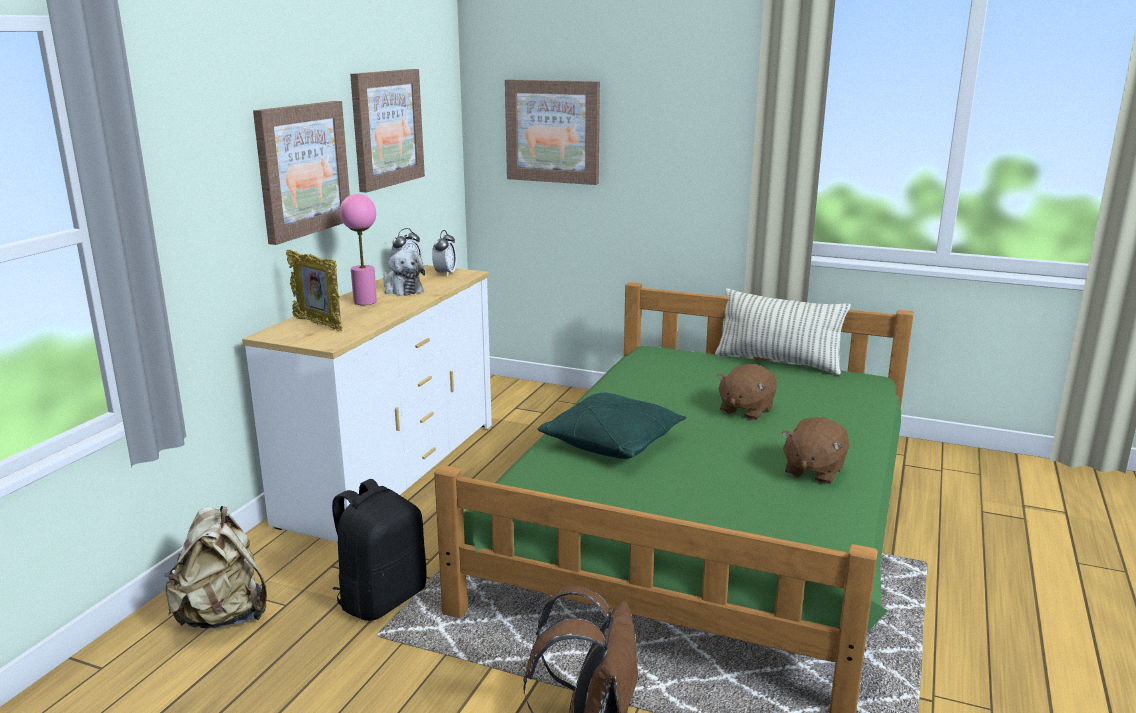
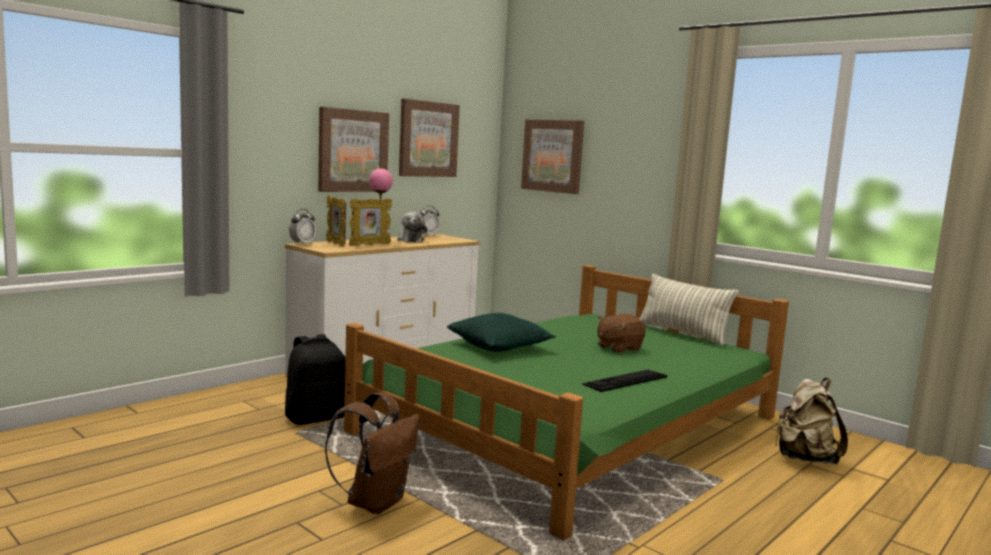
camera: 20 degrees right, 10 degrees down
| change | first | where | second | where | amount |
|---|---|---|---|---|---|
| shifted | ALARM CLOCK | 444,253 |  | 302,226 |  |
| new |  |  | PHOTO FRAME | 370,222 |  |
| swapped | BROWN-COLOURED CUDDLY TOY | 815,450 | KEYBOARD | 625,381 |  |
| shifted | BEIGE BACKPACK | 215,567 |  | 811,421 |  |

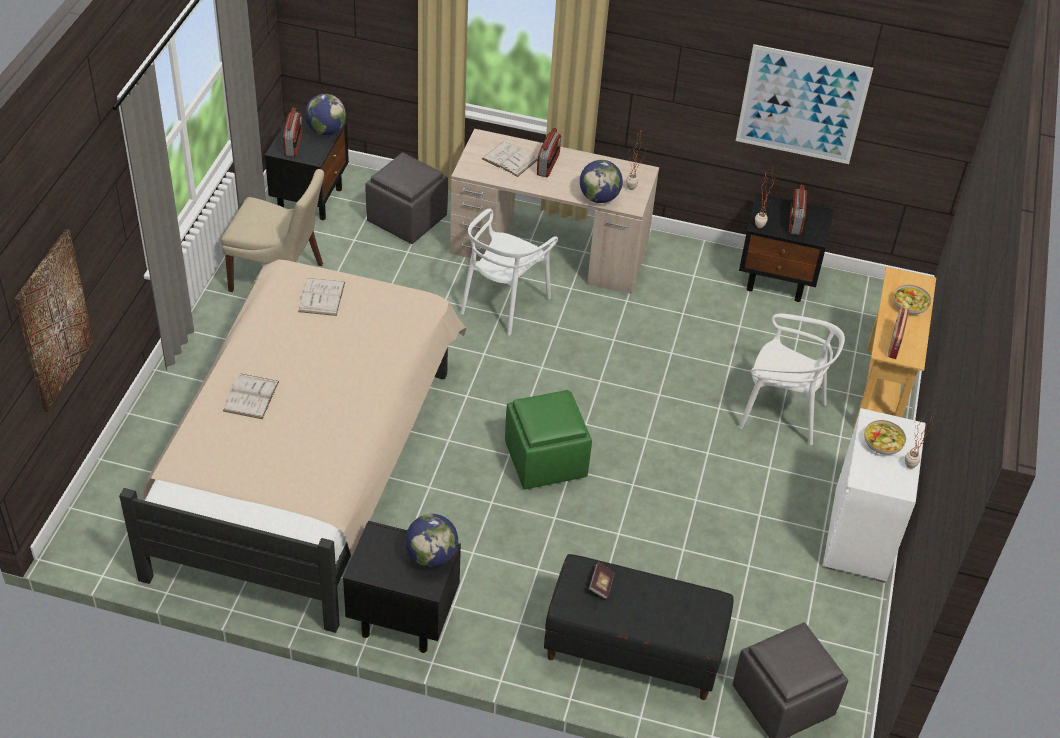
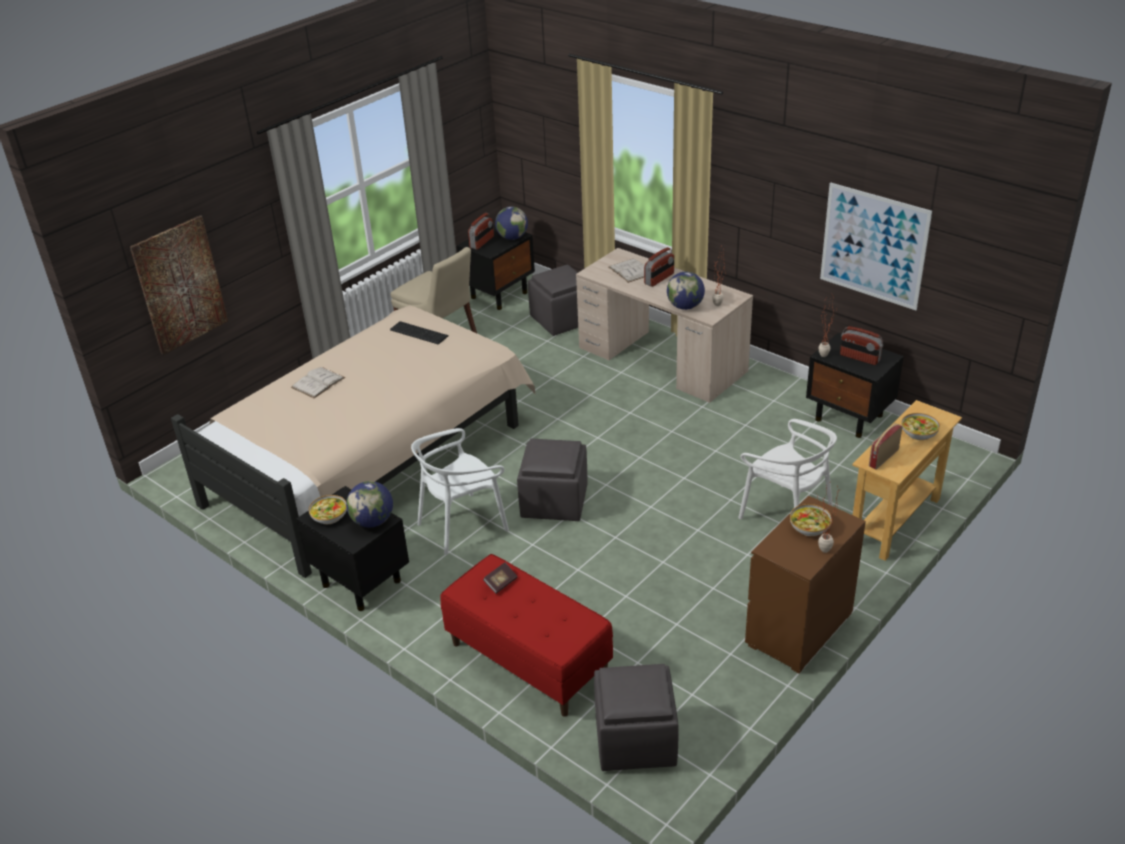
camera: 30 degrees right, 10 degrees down
| change | first | where | second | where | amount |
|---|---|---|---|---|---|
| new |  |  | BOWL | 328,509 |  |
| swapped | WHITISH BOUND BOOK | 321,297 | KEYBOARD | 419,333 |  |
| shifted | WHITISH CHAIR | 509,272 |  | 460,491 |  |
| repainted | BLACK LONG SEAT | 639,627 | RED LONG SEAT | 526,635 |  |
| repainted | GREEN-COLOURED FOOTREST | 548,439 | GREY FOOTREST | 552,479 |  |
| repainted | WHITISH CHEST OF DRAWERS | 874,495 | BROWN-COLOURED CHEST OF DRAWERS | 805,584 |  |
| rotated | RADIO | 798,210 |  | 861,345 | 90 degrees counterclockwise |

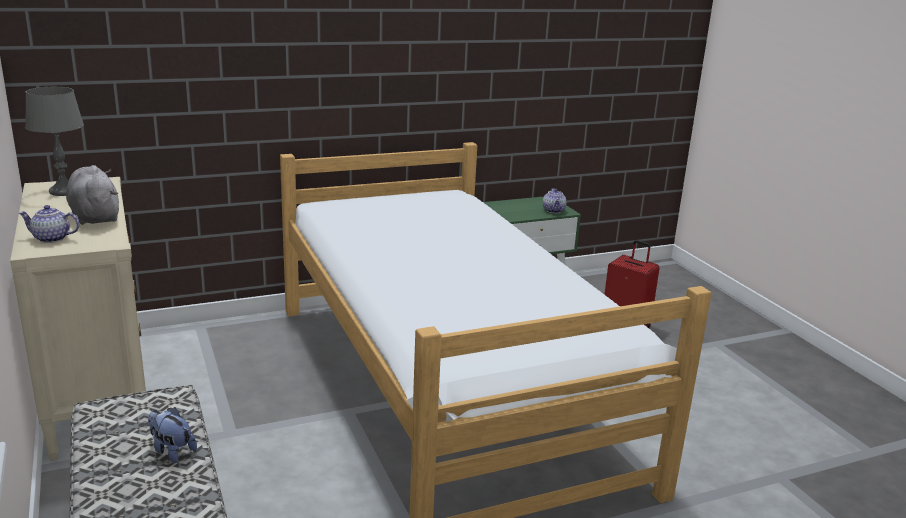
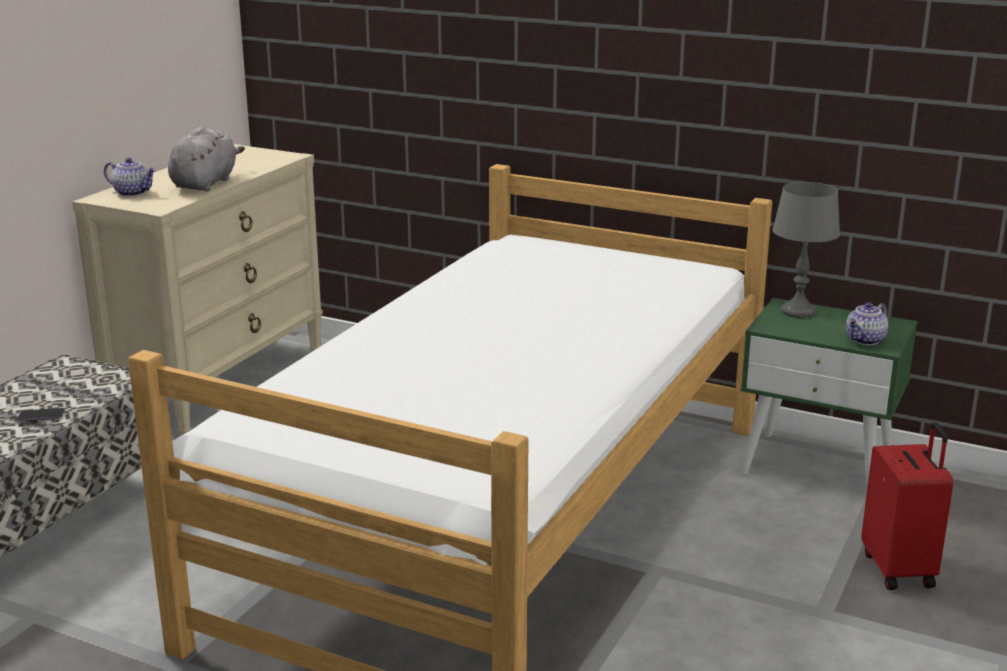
camera: 50 degrees right, 0 degrees up
| change | first | where | second | where | amount |
|---|---|---|---|---|---|
| swapped | CUDDLY TOY | 172,435 | TELEPHONE | 41,414 |  |
| rotated | TEA POT | 49,224 |  | 130,177 | 150 degrees clockwise |
| shifted | GREY TABLE LAMP | 54,141 |  | 806,250 |  |

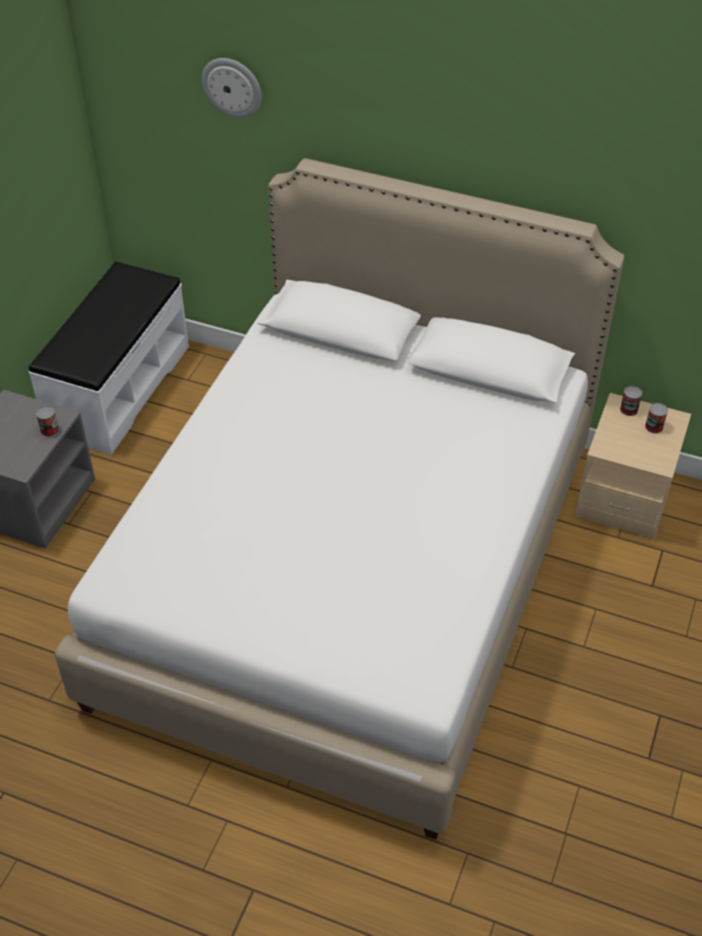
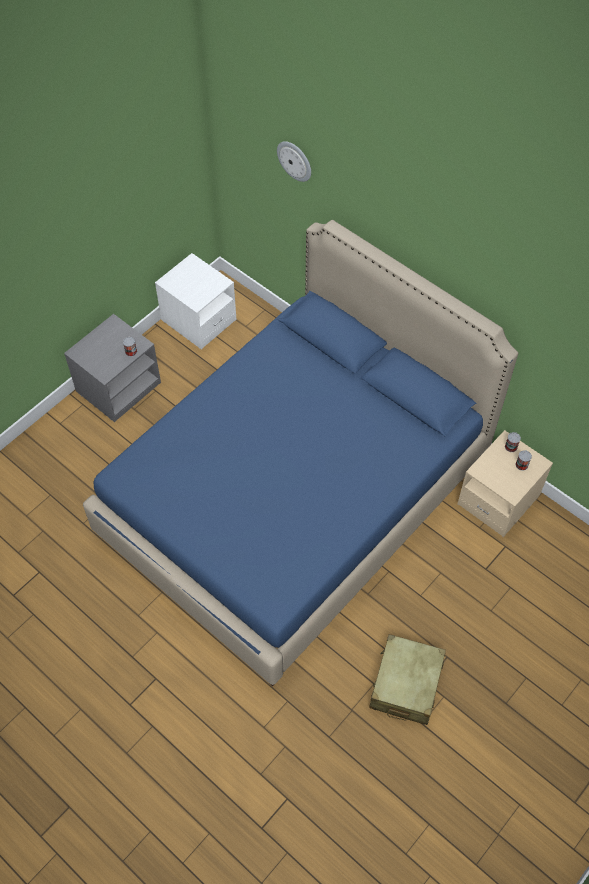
camera: 20 degrees right, 10 degrees up
| change | first | where | second | where | amount |
|---|---|---|---|---|---|
| repainted | WHITISH BED | 339,499 | BLUE BED | 300,453 |  |
| swapped | WHITISH LONG SEAT | 109,358 | WHITISH NIGHTSTAND | 196,301 |  |
| new |  |  | BEIGE TRAVEL CASE | 407,679 |  |

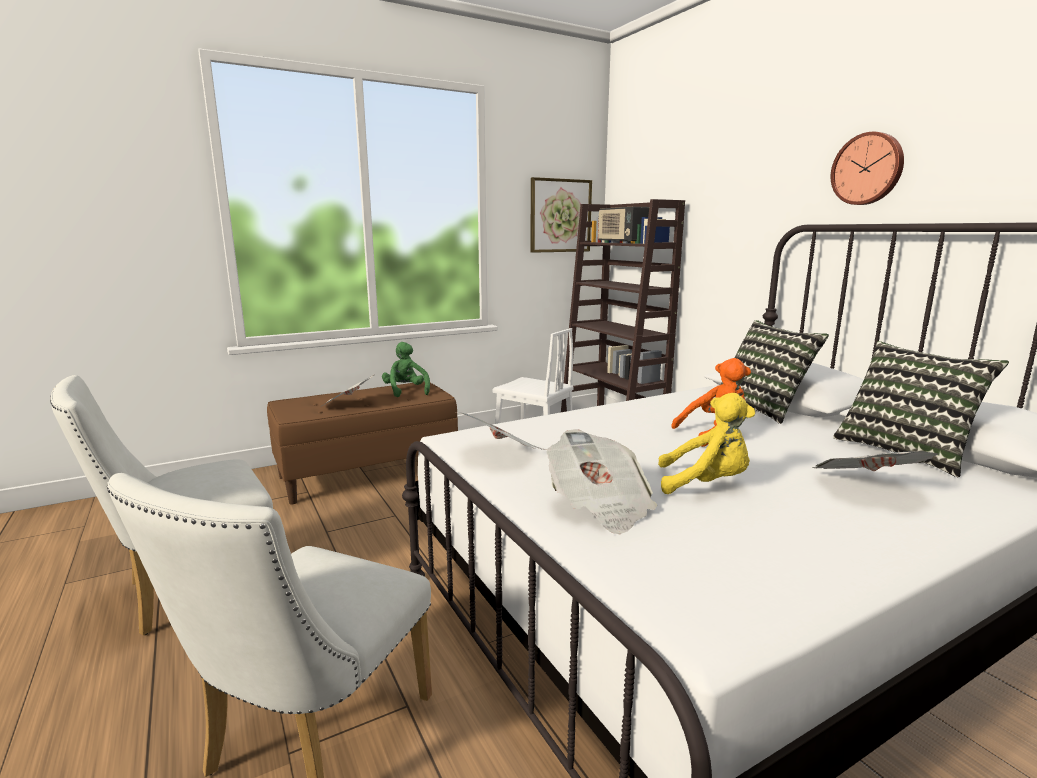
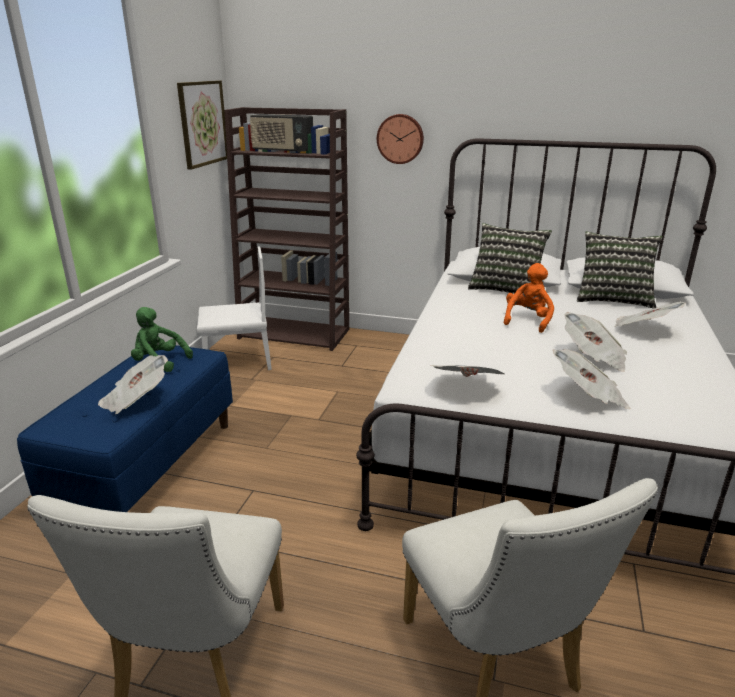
camera: 45 degrees left, 10 degrees up
| change | first | where | second | where | amount |
|---|---|---|---|---|---|
| repainted | BROWN-COLOURED LONG SEAT | 362,442 | BLUE LONG SEAT | 125,428 |  |
| shifted | WALL CLOCK | 867,168 |  | 400,139 |  |
| swapped | YELLOWISH CUDDLY TOY | 706,443 | PRINTED PAPER | 595,342 |  |

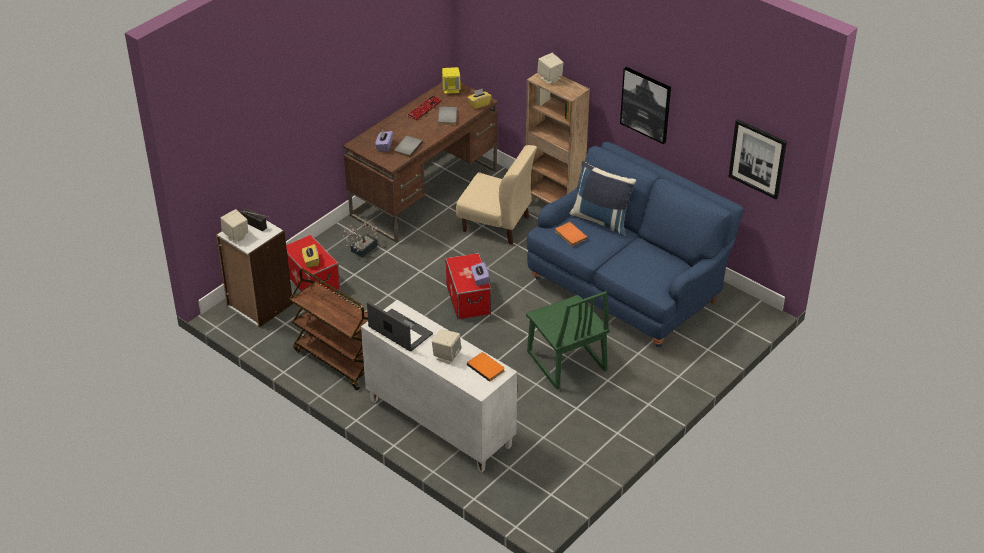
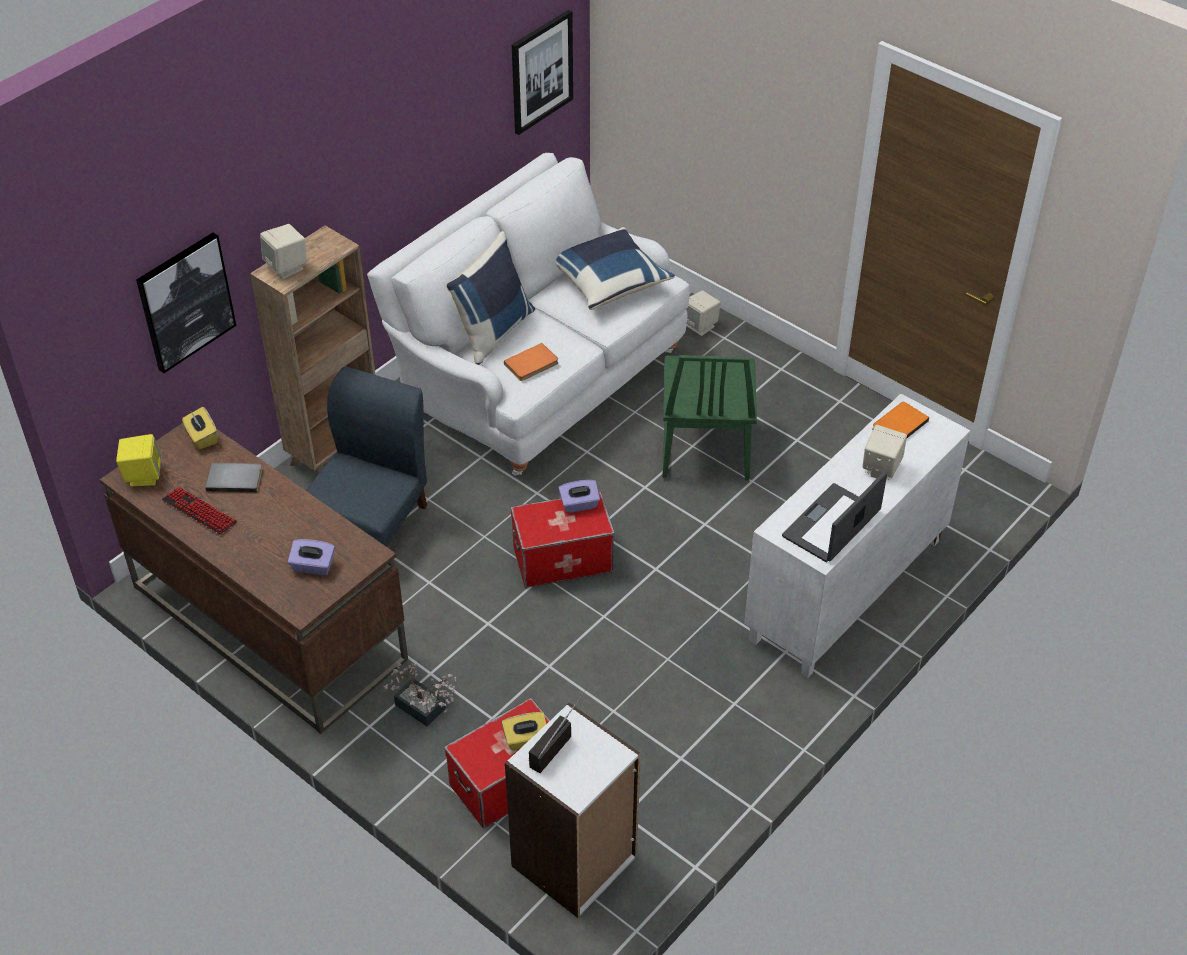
camera: 90 degrees left, 5 degrees up
| change | first | where | second | where | amount |
|---|---|---|---|---|---|
| shifted | WALL ART | 645,105 |  | 186,303 |  |
| repainted | BEIGE CHAIR | 496,195 | BLUE CHAIR | 366,456 |  |
| repainted | BLUE SETTEE | 635,244 | WHITISH SETTEE | 528,314 |  |
| new |  |  | BLUE PILLOW | 615,268 |  |
| rotated | GREEN-COLOURED CHAIR | 568,340 |  | 710,418 | 120 degrees clockwise |
| shifted | BEIGE LOUDSPEAKER | 234,226 |  | 703,313 |  |
| gone | BROWN-COLOURED CART | 328,329 |  |  |  |
| gone | GREY BOUND BOOK | 408,147 |  |  |  |

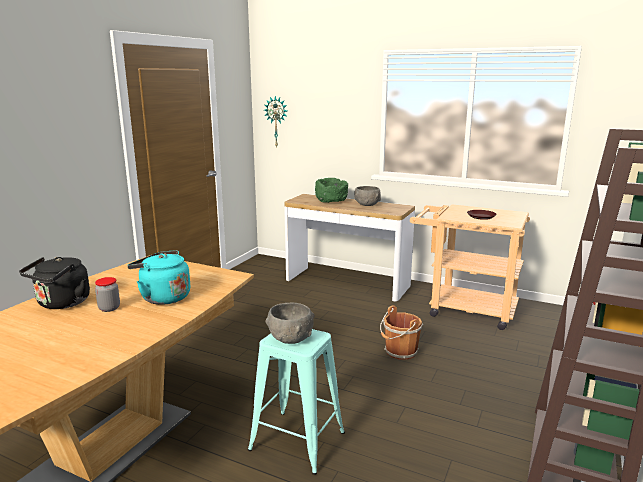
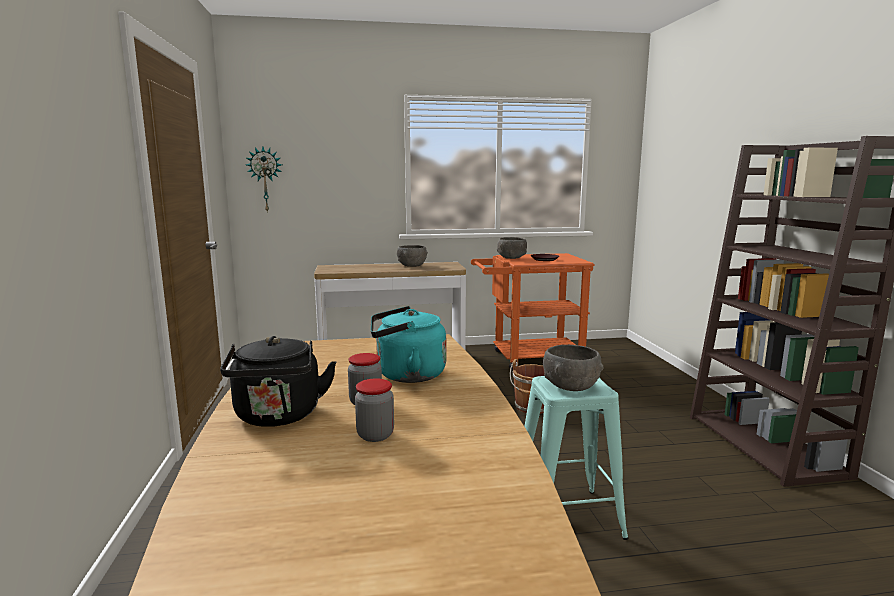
camera: 35 degrees left, 5 degrees down
| change | first | where | second | where | amount |
|---|---|---|---|---|---|
| new |  |  | STORAGE JAR | 374,410 |  |
| repainted | BEIGE CART | 470,267 | ORANGE-COLOURED CART | 532,312 |  |
| new |  |  | GREY BOWL | 512,248 |  |
| gone | GREEN-COLOURED BOWL | 331,190 |  |  |  |

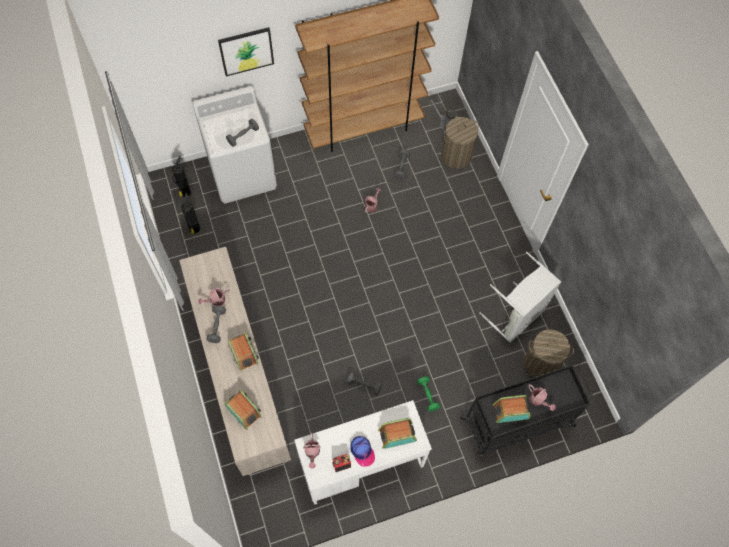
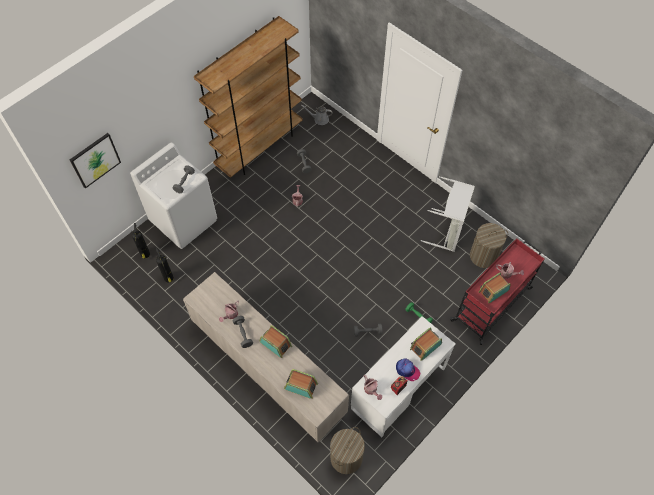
camera: 25 degrees left, 5 degrees down
| change | first | where | second | where | amount |
|---|---|---|---|---|---|
| shifted | WALL ART | 246,51 |  | 95,161 |  |
| shifted | LAUNDRY BASKET | 460,143 |  | 347,450 |  |
| repainted | BLACK CART | 526,413 | RED CART | 497,291 |  |

